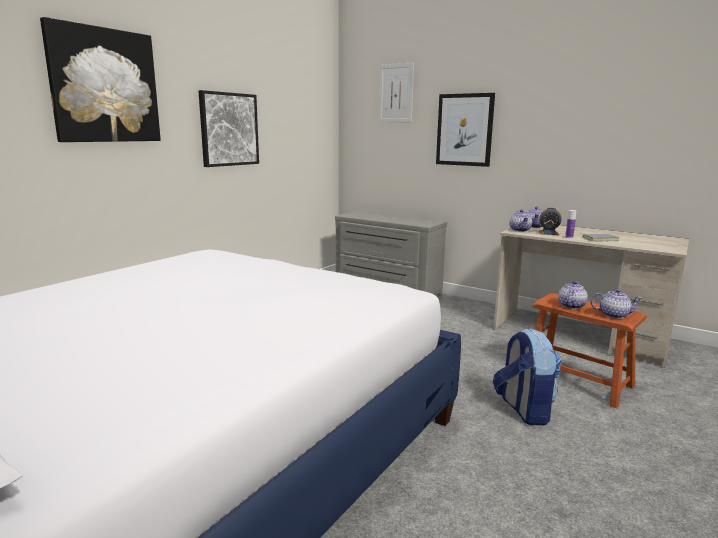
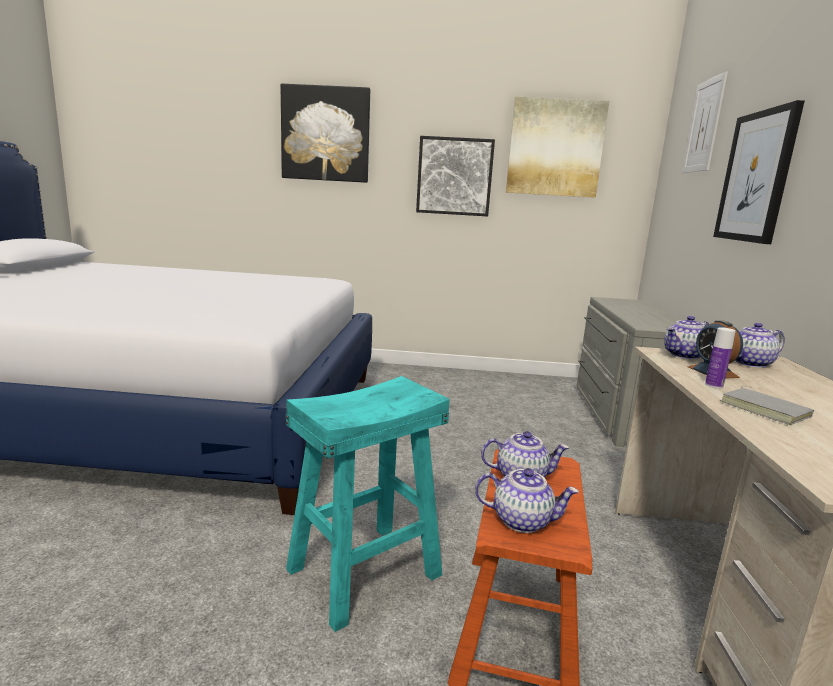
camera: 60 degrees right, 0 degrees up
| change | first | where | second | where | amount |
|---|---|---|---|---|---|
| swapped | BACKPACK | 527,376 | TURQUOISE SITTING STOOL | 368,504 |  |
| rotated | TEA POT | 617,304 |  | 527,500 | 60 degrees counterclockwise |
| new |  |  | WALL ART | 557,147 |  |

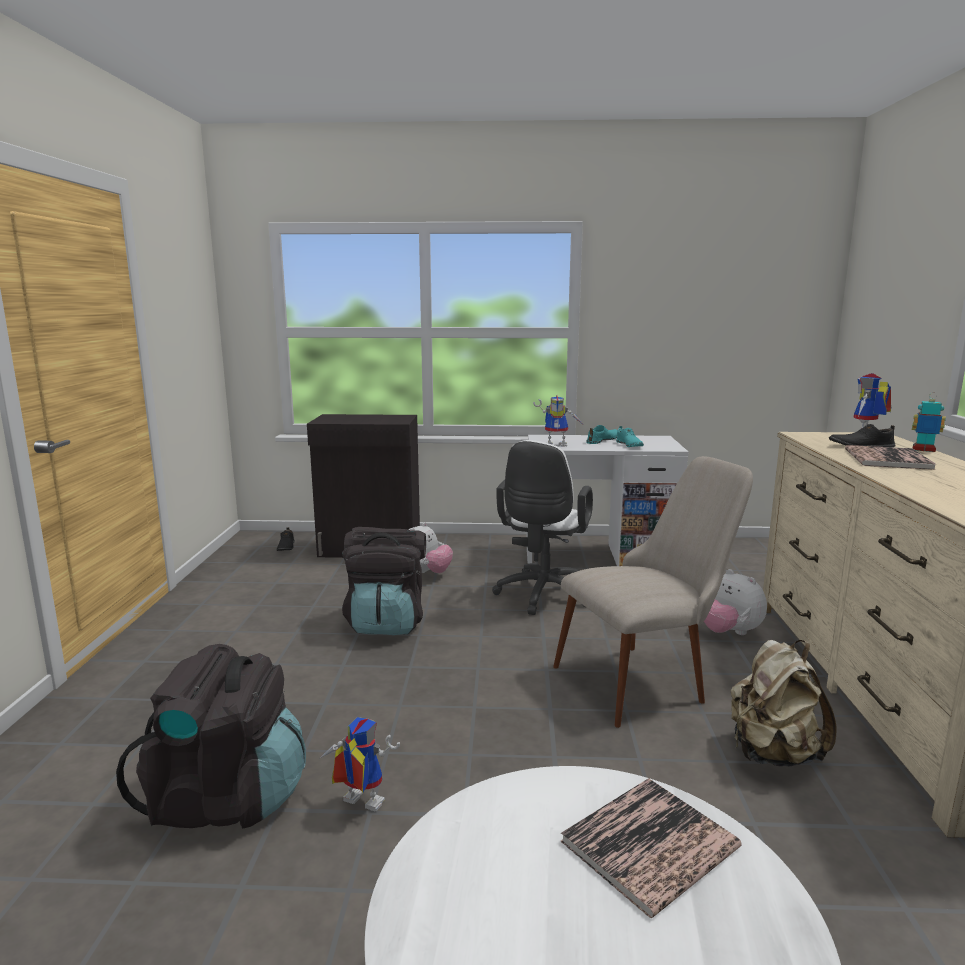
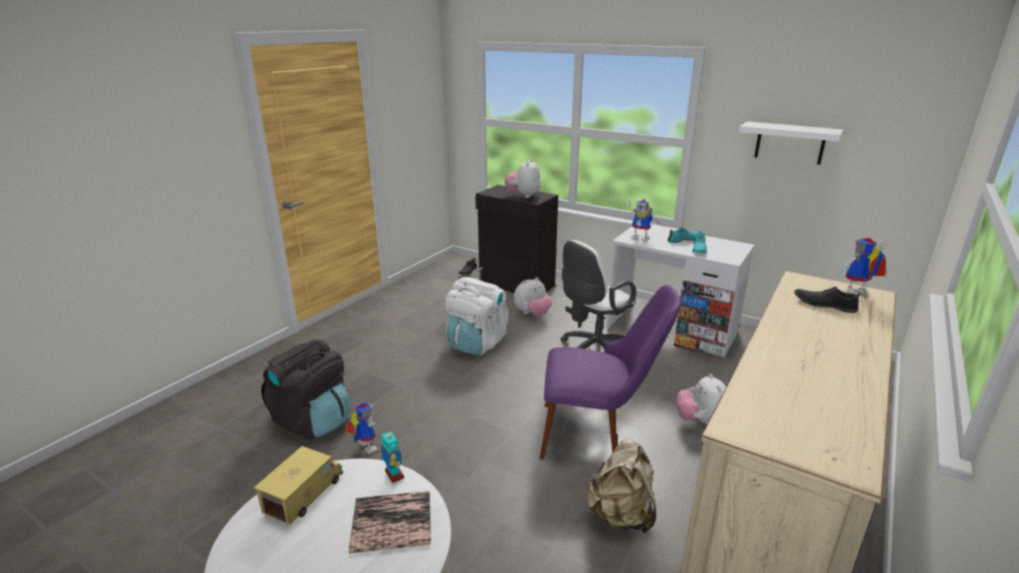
camera: 30 degrees right, 10 degrees up
| change | first | where | second | where | amount |
|---|---|---|---|---|---|
| new |  |  | MODEL TRUCK | 298,485 |  |
| shifted | TOY ROBOT | 929,422 |  | 392,456 |  |
| repainted | BLACK BACKPACK | 384,581 | WHITISH BACKPACK | 477,316 |  |
| new |  |  | CUDDLY TOY | 523,178 |  |
| repainted | BEIGE CHAIR | 653,592 | PURPLISH CHAIR | 610,372 |  |
| new |  |  | WHITISH BRACKET SHELF | 791,143 |  |
| gone | BOUND BOOK | 890,457 |  |  |  |

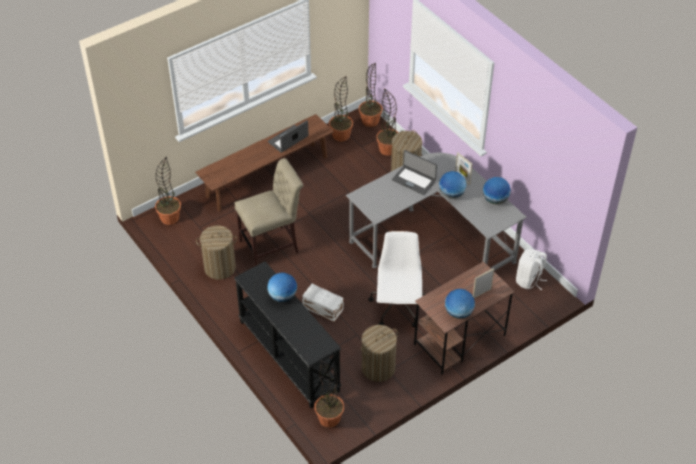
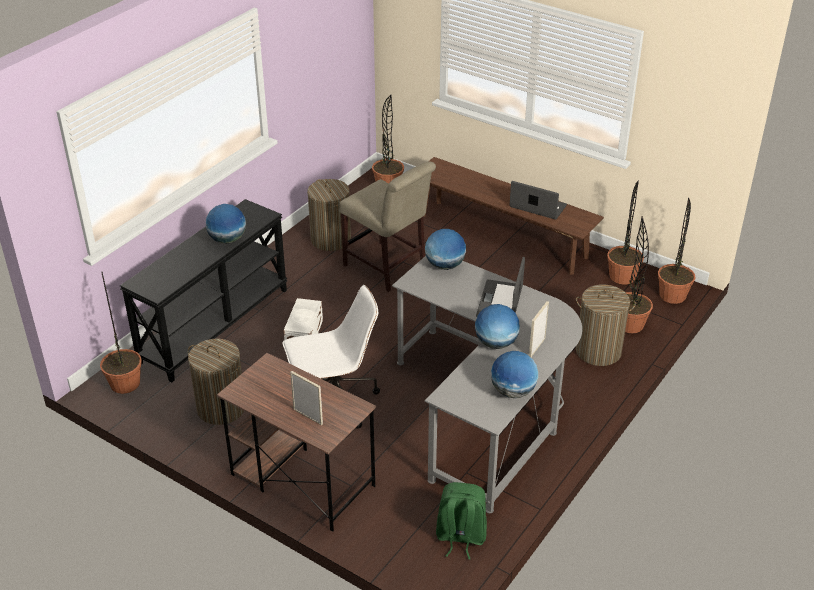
camera: 70 degrees right, 10 degrees down
| change | first | where | second | where | amount |
|---|---|---|---|---|---|
| shifted | WORLD GLOBE | 460,304 |  | 445,249 |  |
| repainted | WHITISH BACKPACK | 531,269 | GREEN-COLOURED BACKPACK | 461,520 |  |

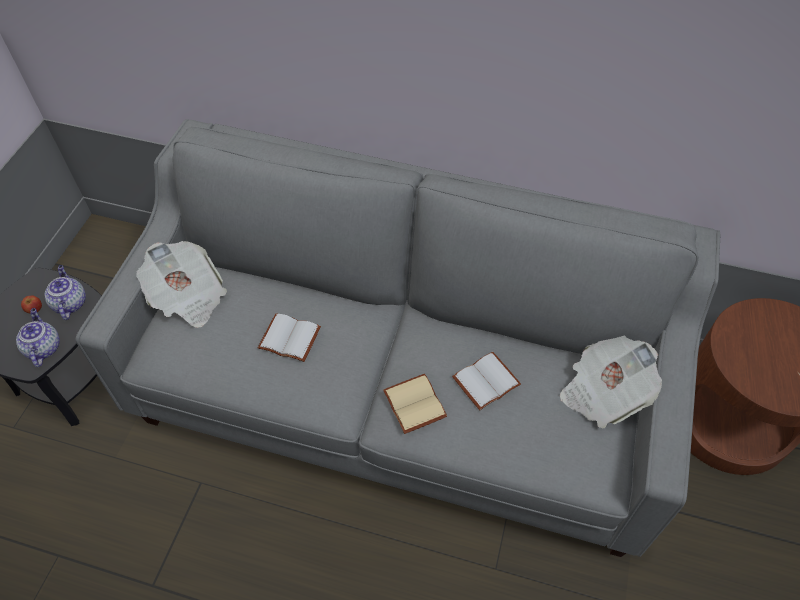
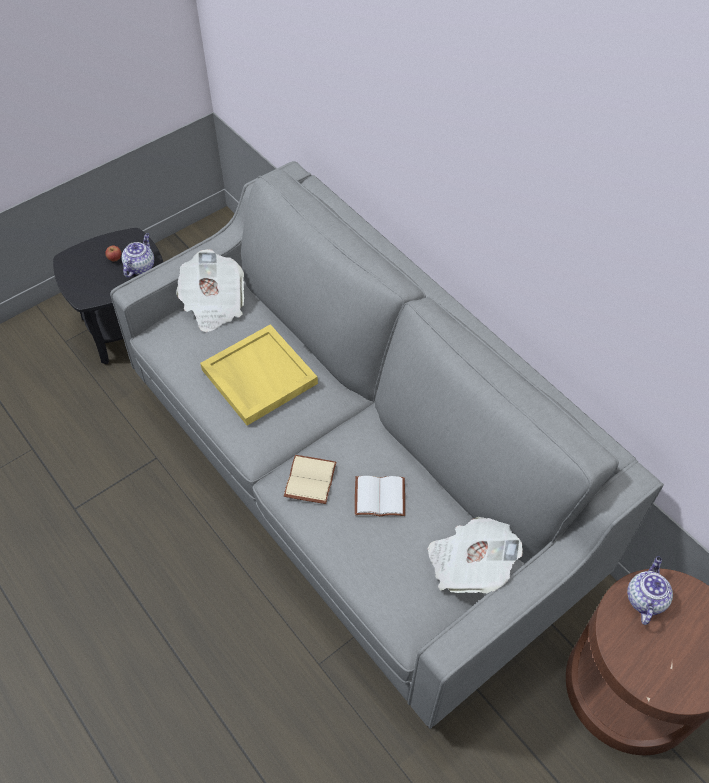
camera: 35 degrees right, 0 degrees up
| change | first | where | second | where | amount |
|---|---|---|---|---|---|
| swapped | WHITISH BOUND BOOK | 289,337 | YELLOWISH TRAY | 259,375 |  |
| shifted | TEA POT | 38,337 |  | 650,590 |  |

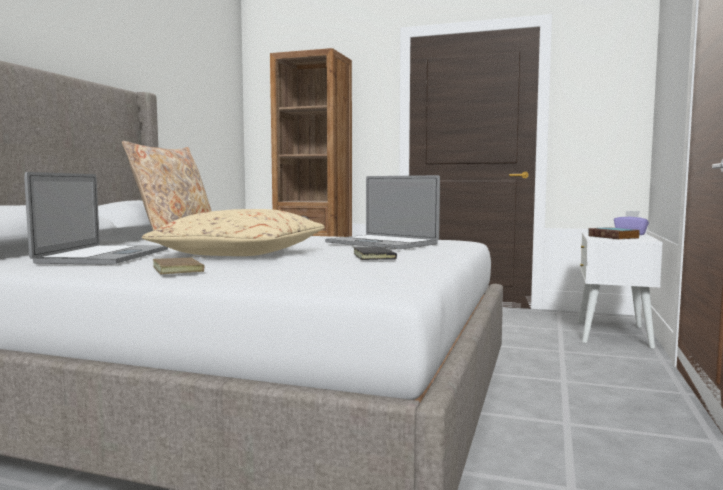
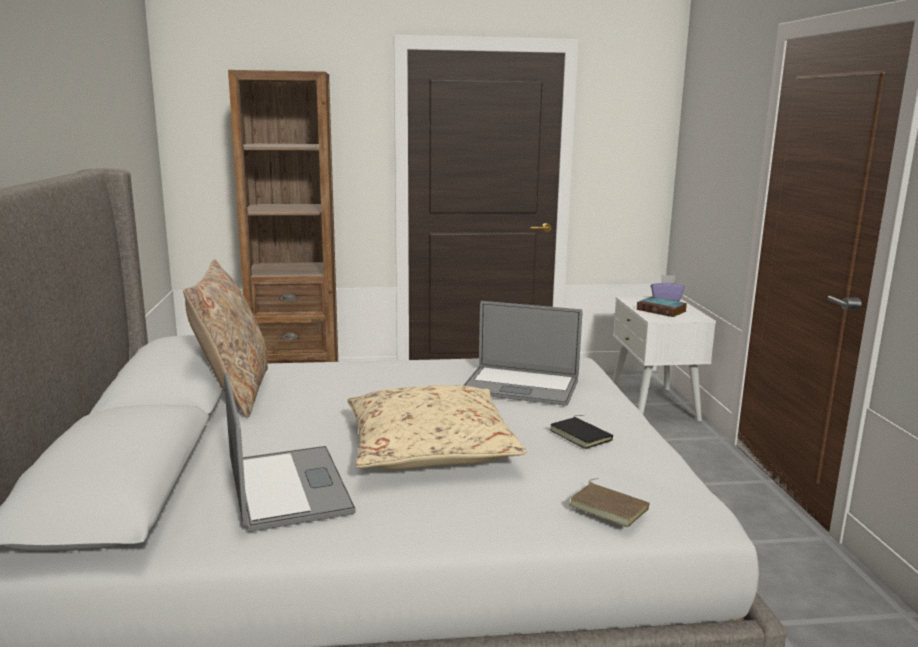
camera: 25 degrees left, 10 degrees up
| change | first | where | second | where | amount |
|---|---|---|---|---|---|
| shifted | BROWN-COLOURED BOUND BOOK | 179,265 |  | 609,502 |  |

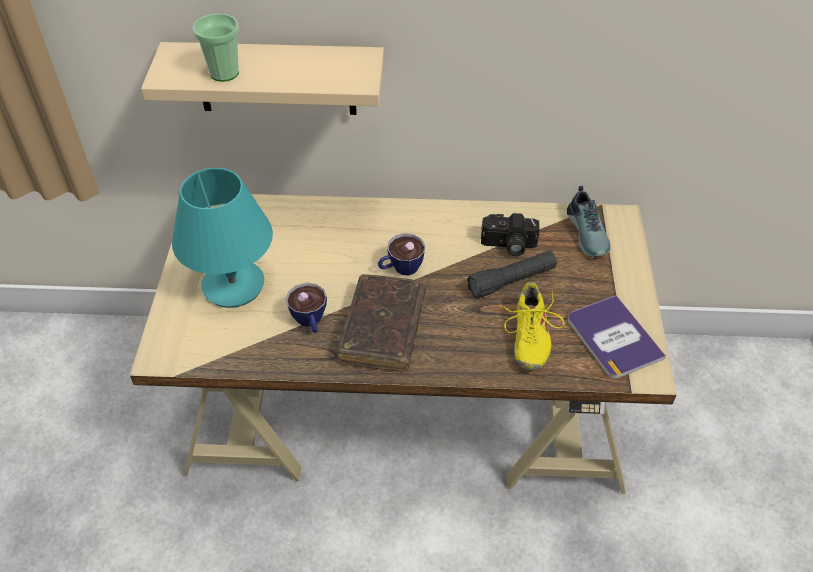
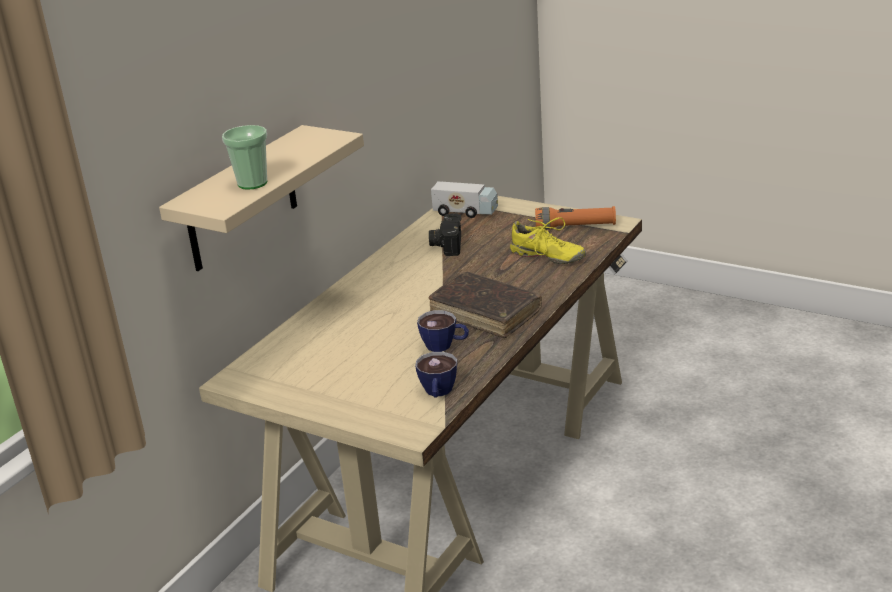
camera: 60 degrees left, 20 degrees down
| change | first | where | second | where | amount |
|---|---|---|---|---|---|
| shifted | CUP | 401,254 |  | 436,375 |  |
| rotated | STILL CAMERA | 510,234 |  | 445,234 | 150 degrees clockwise |
| swapped | ITEM OF FOOTWEAR | 589,221 | MODEL TRUCK | 464,199 |  |
| swapped | BOUND BOOK | 616,337 | ORANGE-COLOURED TORCH | 575,218 |  |
| gone | TURQUOISE TABLE LAMP | 222,238 |  |  |  |
| gone | BLACK TORCH | 512,274 |  |  |  |

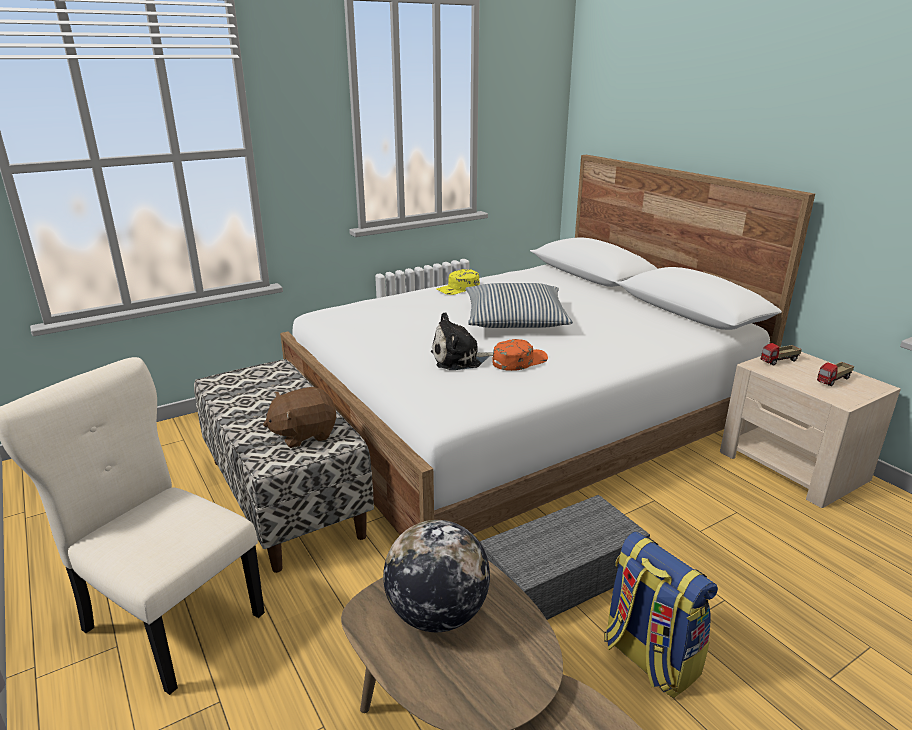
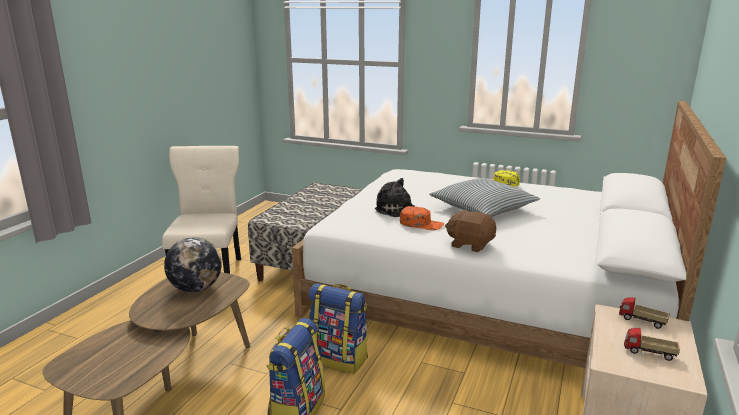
camera: 55 degrees right, 5 degrees down
| change | first | where | second | where | amount |
|---|---|---|---|---|---|
| swapped | GREY STORAGE BOX | 565,557 | BACKPACK | 338,328 |  |
| shifted | BROWN-COLOURED CUDDLY TOY | 299,417 |  | 470,231 |  |

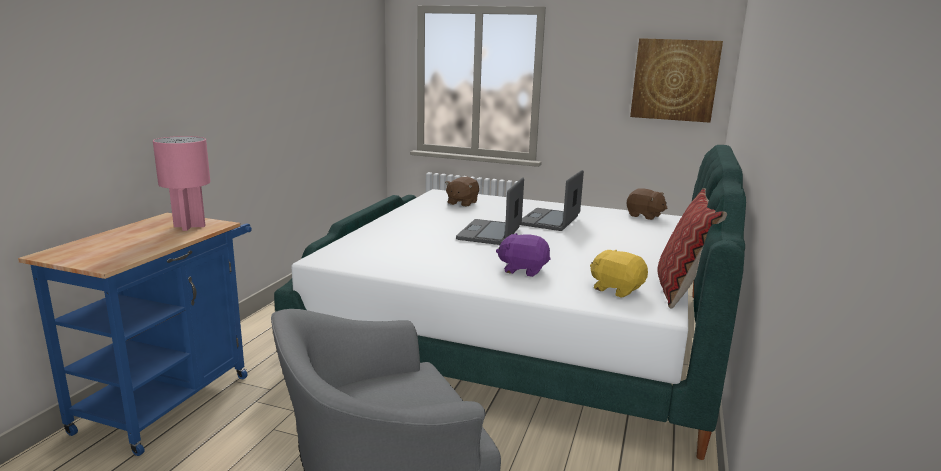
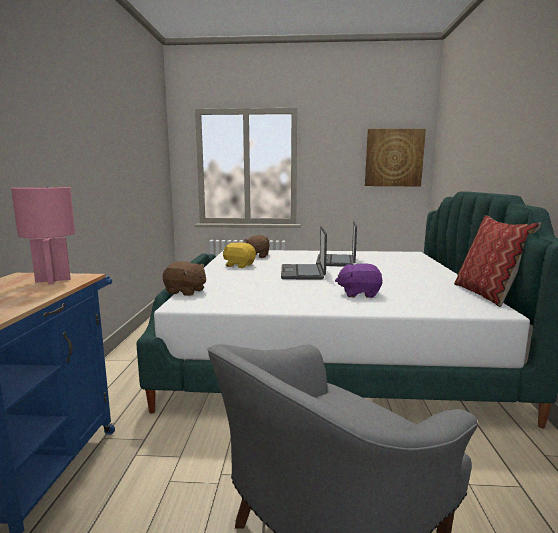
camera: 15 degrees left, 5 degrees down
| change | first | where | second | where | amount |
|---|---|---|---|---|---|
| shifted | BROWN-COLOURED CUDDLY TOY | 647,204 |  | 184,278 |  |
| shifted | YELLOWISH CUDDLY TOY | 619,274 |  | 239,255 |  |

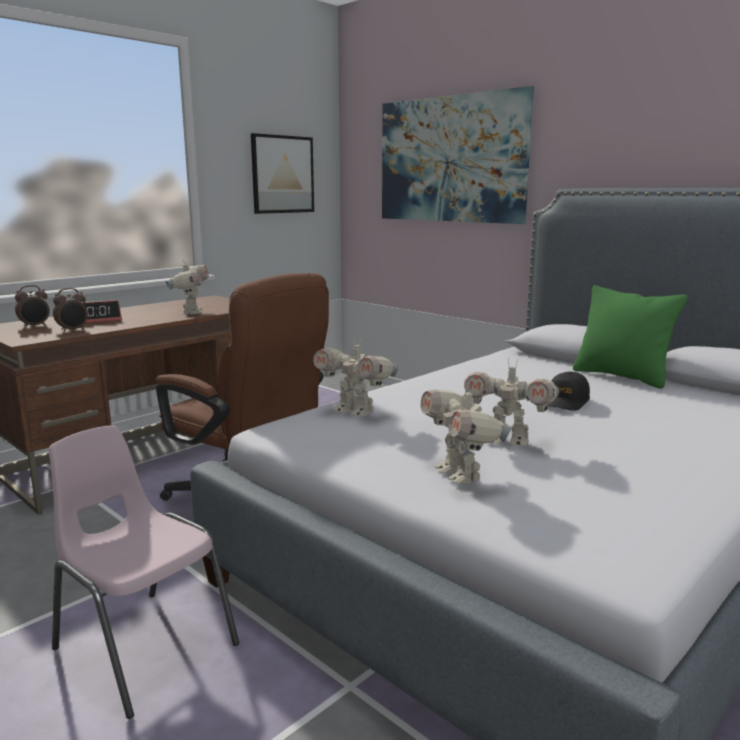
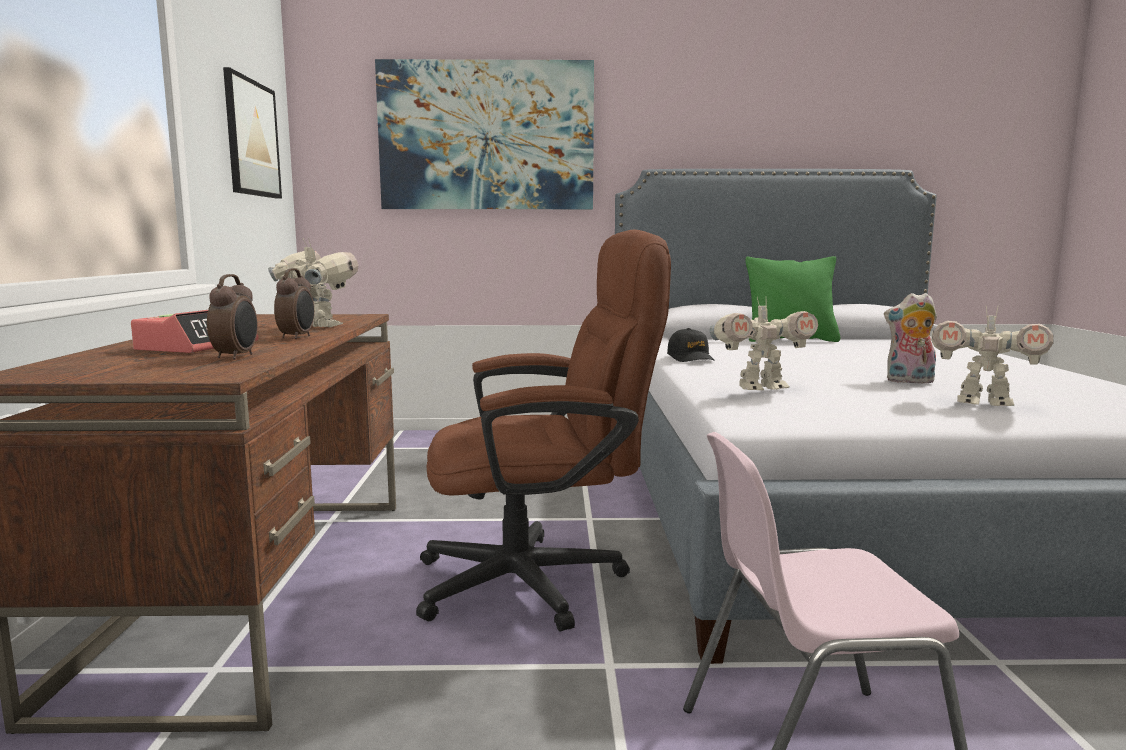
camera: 45 degrees left, 5 degrees down
| change | first | where | second | where | amount |
|---|---|---|---|---|---|
| shifted | ALARM CLOCK | 32,306 |  | 294,303 |  |
| shifted | BLACK PEAKED CAP | 569,391 |  | 691,345 |  |
| swapped | TOY ROBOT | 511,402 | CUDDLY TOY | 910,338 |  |

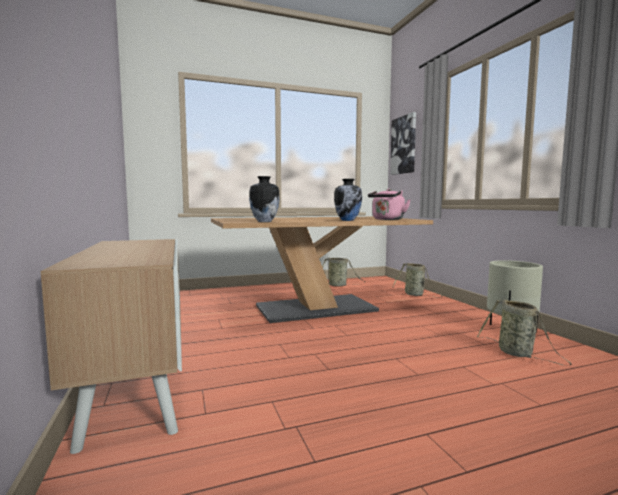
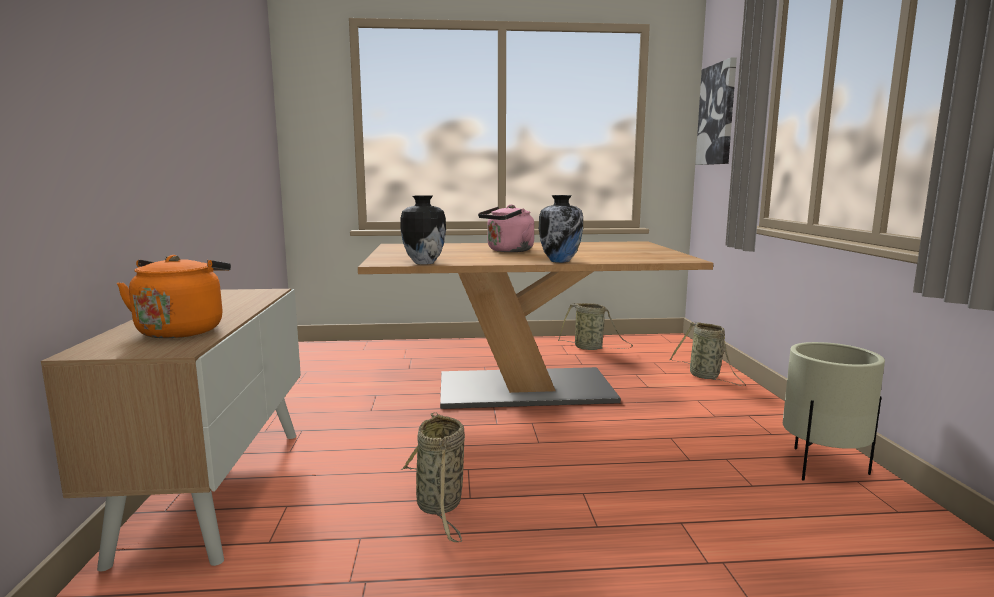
camera: 15 degrees right, 5 degrees up
| change | first | where | second | where | amount |
|---|---|---|---|---|---|
| new |  |  | ORANGE-COLOURED TEA KETTLE | 174,296 |  |
| shifted | BASKET | 524,332 |  | 433,477 |  |
| shifted | PINKISH TEA KETTLE | 389,204 |  | 506,228 |  |

